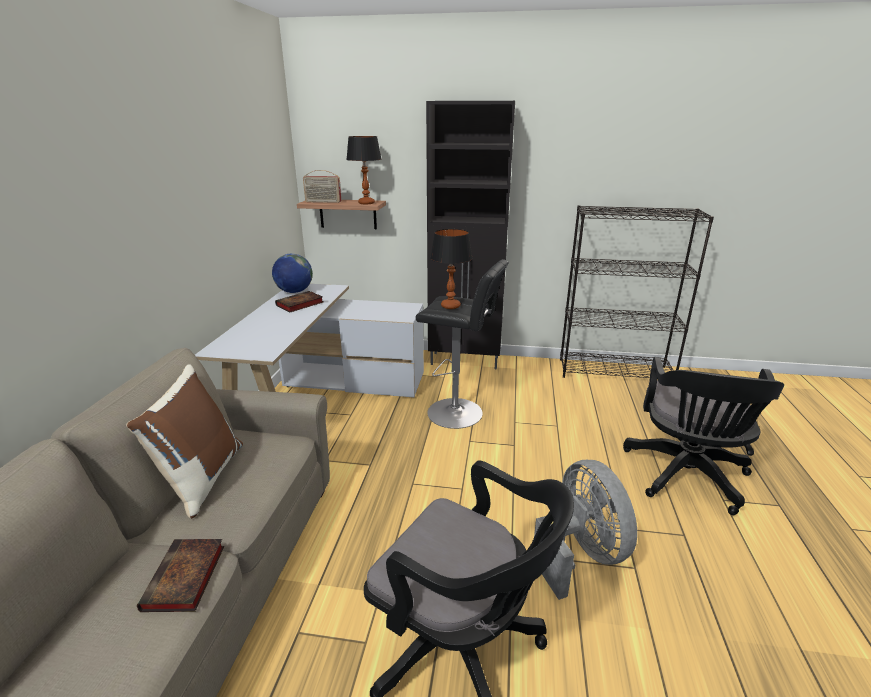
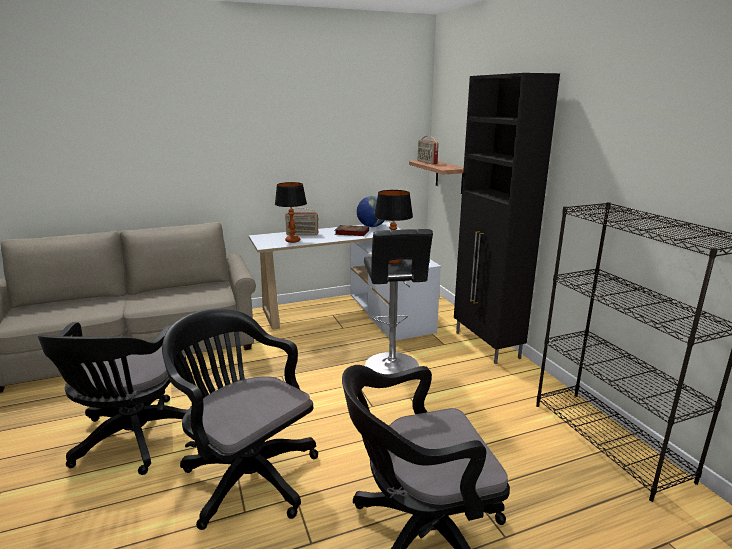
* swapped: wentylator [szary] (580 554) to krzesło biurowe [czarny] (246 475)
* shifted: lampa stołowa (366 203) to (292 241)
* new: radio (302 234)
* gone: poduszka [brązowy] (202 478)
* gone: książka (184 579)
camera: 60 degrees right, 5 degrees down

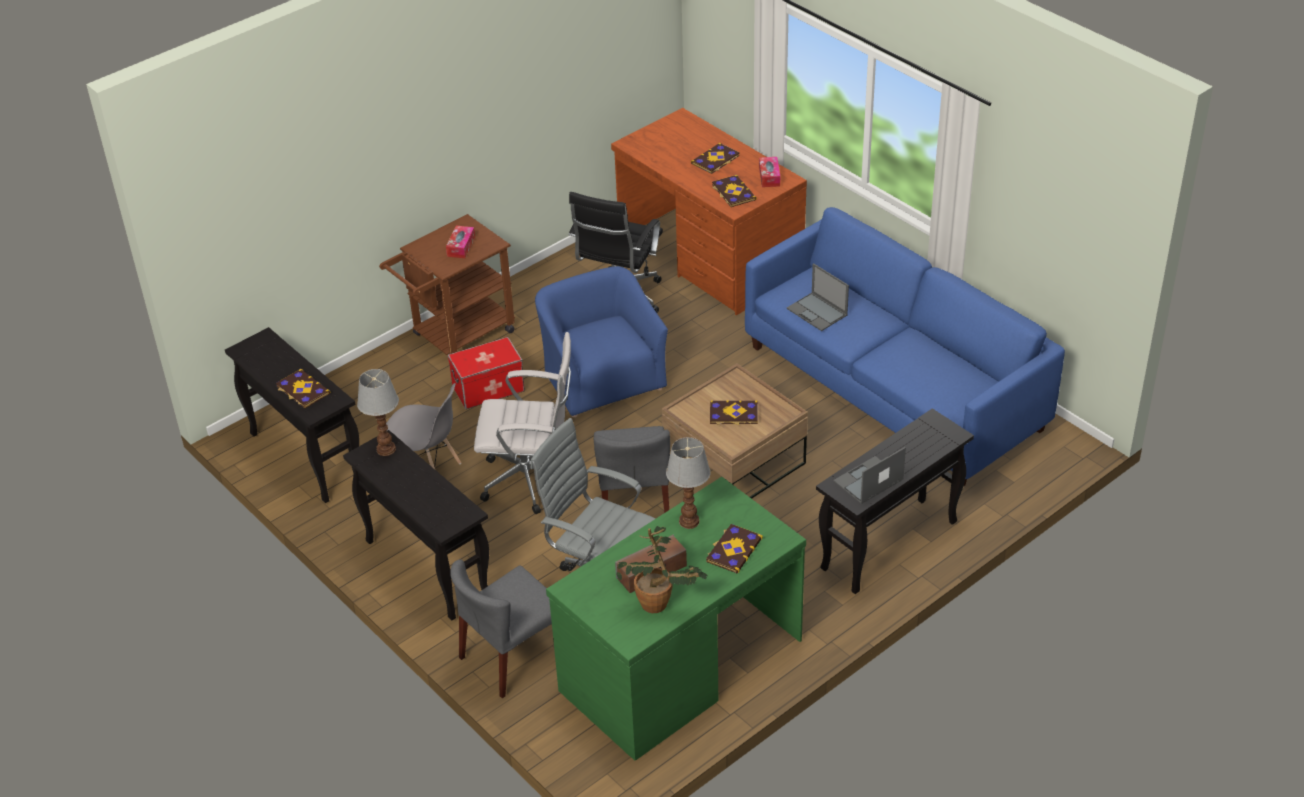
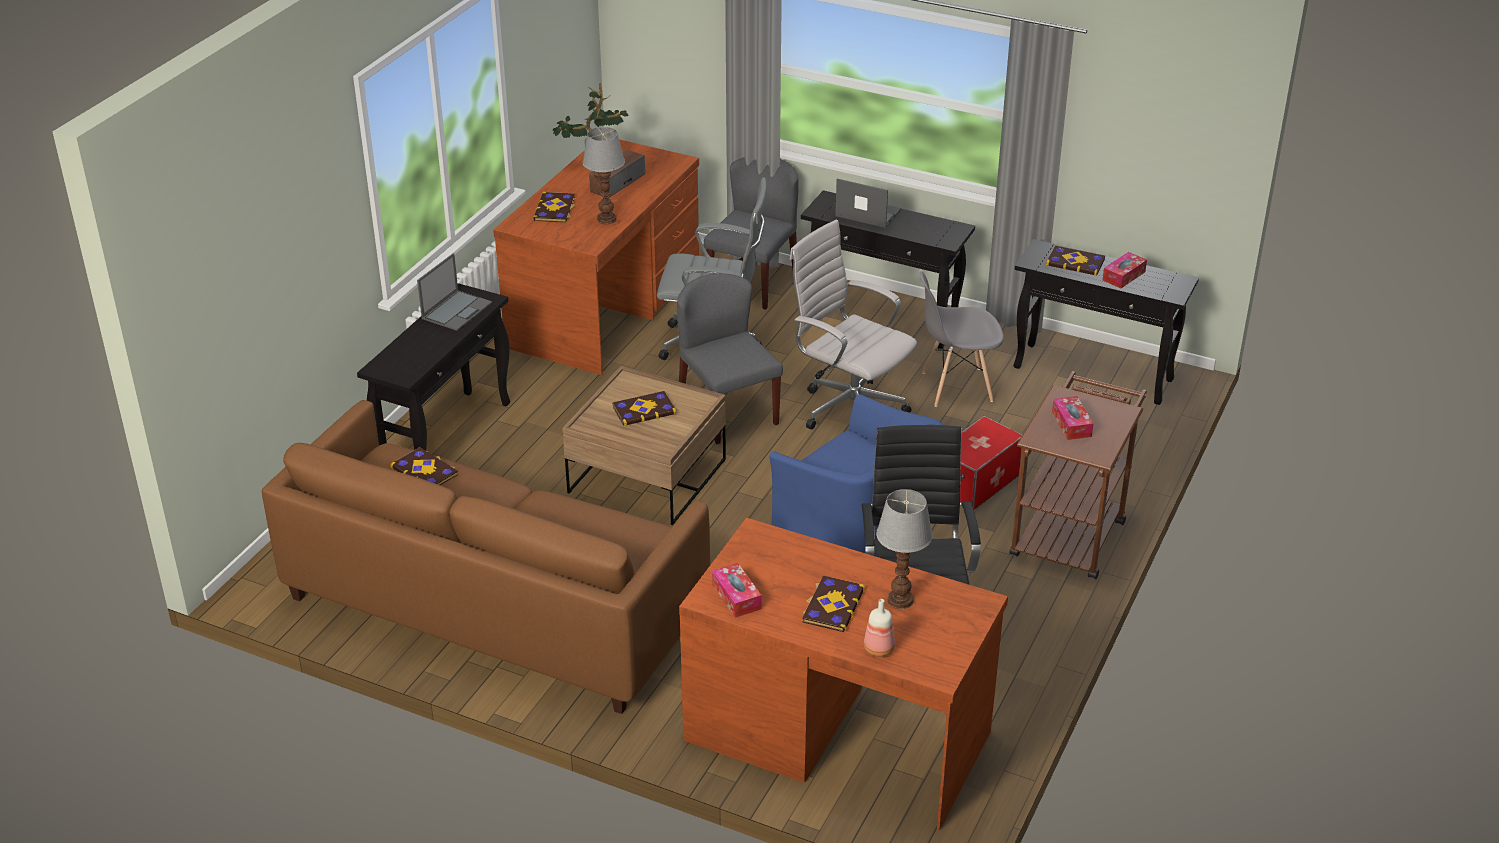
* repainted: kanapa [niebieski] (893 388) to kanapa [brązowy] (495 605)
* shifted: książka (733 192) to (425 471)
* repainted: biurko [zielony] (679 665) to biurko [brązowy] (606 309)
* rotated: krzesło biurowe [biały] (531 481) = (848 408) 60 degrees clockwise
* shifted: laptop (817 312) to (867 213)
* new: butelka (880 649)
* shifted: lampa stołowa (386 449) to (899 599)
* new: pudełko chusteczek (1123 276)
camera: 155 degrees right, 5 degrees down

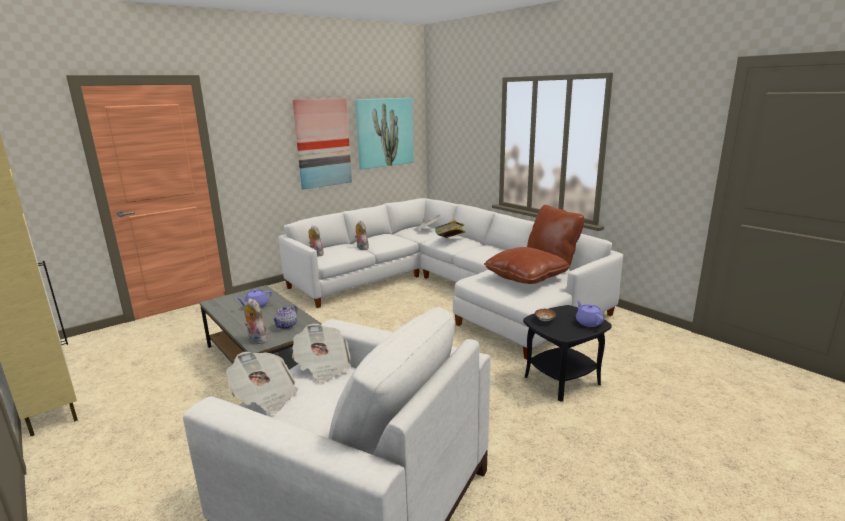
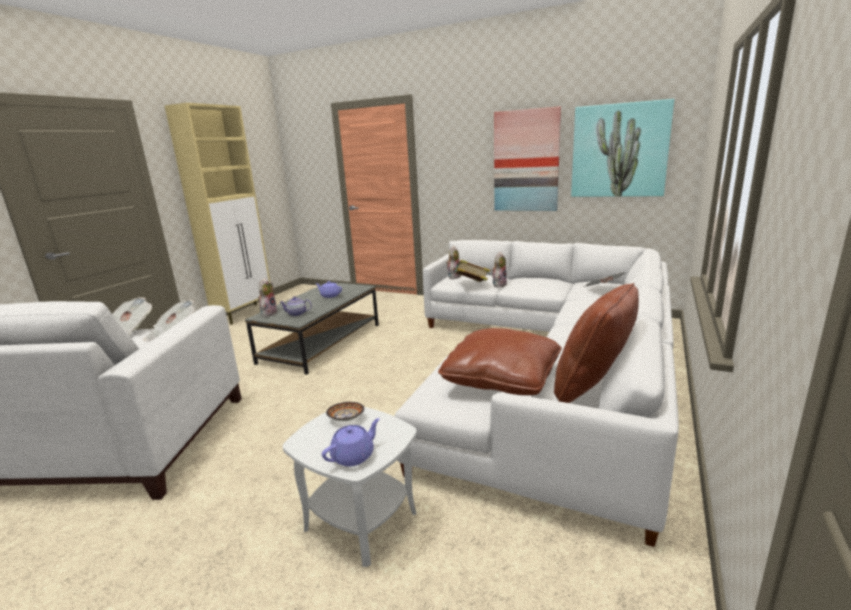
* repainted: stolik [czarny] (561 380) to stolik [biały] (360 521)
* shifted: książka (450 240) to (471 284)
camera: 65 degrees right, 0 degrees up

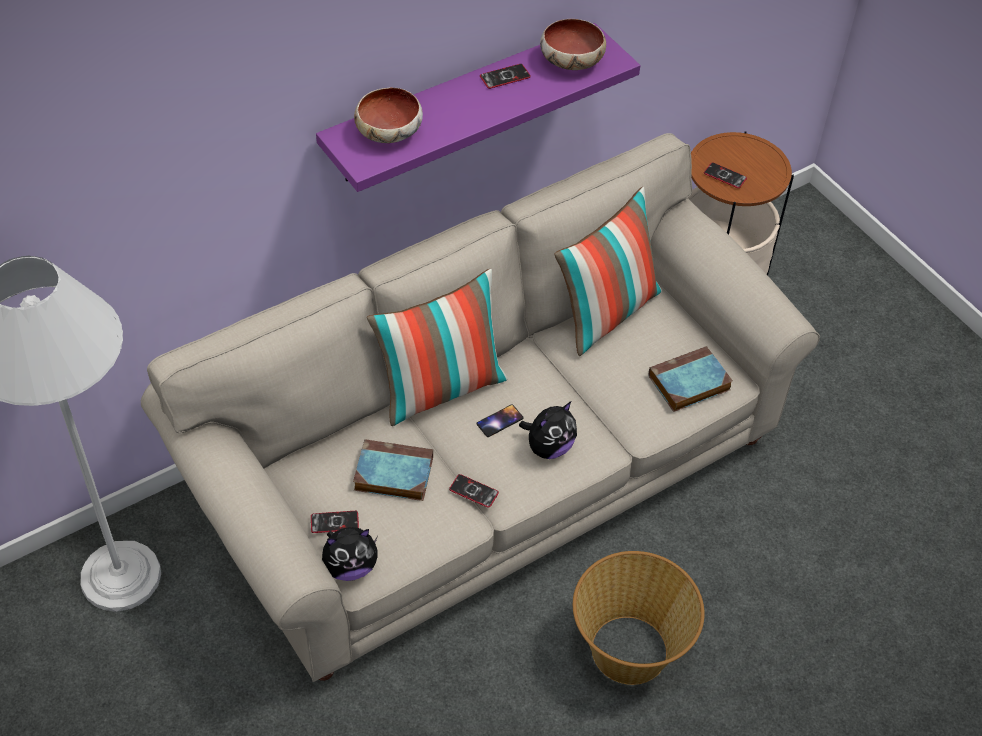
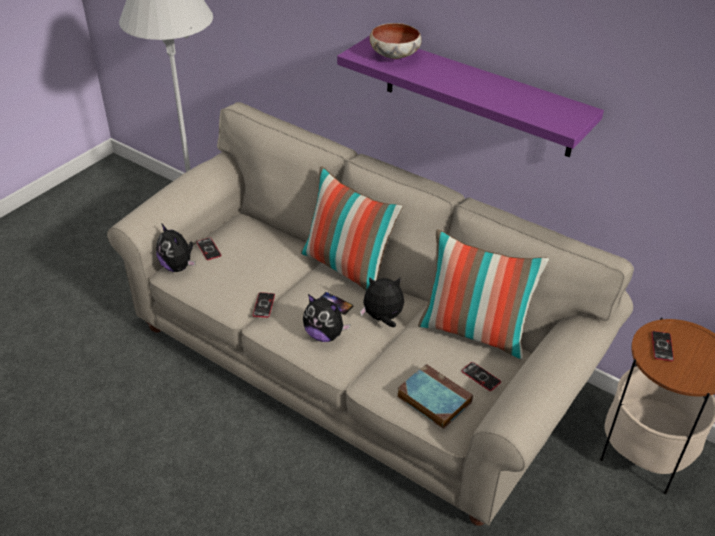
* new: pluszak (383 318)
* shifted: telefon (505 77) to (481 377)
* gone: książka (391 474)
* gone: miska (570 61)
* gone: koszyk (628 651)
camera: 70 degrees right, 10 degrees down

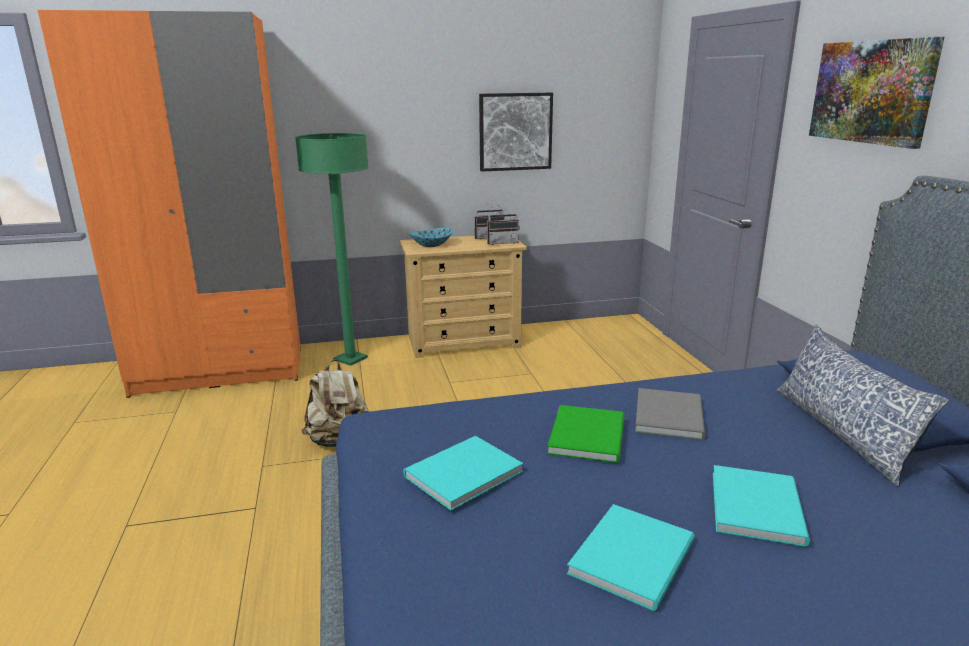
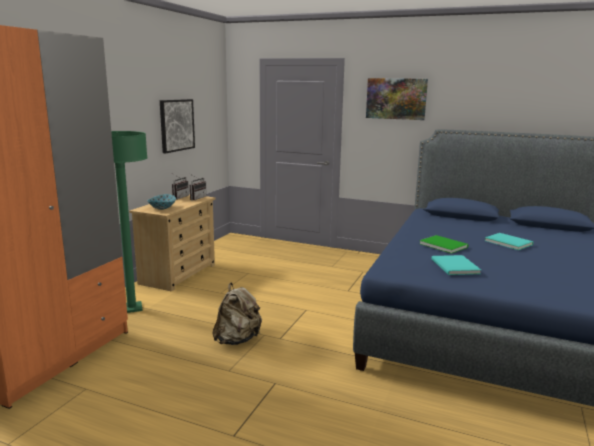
* gone: książka [turkusowy] (636 556)
* gone: książka [szary] (671 415)
* gone: poduszka (841 431)
camera: 55 degrees left, 5 degrees down

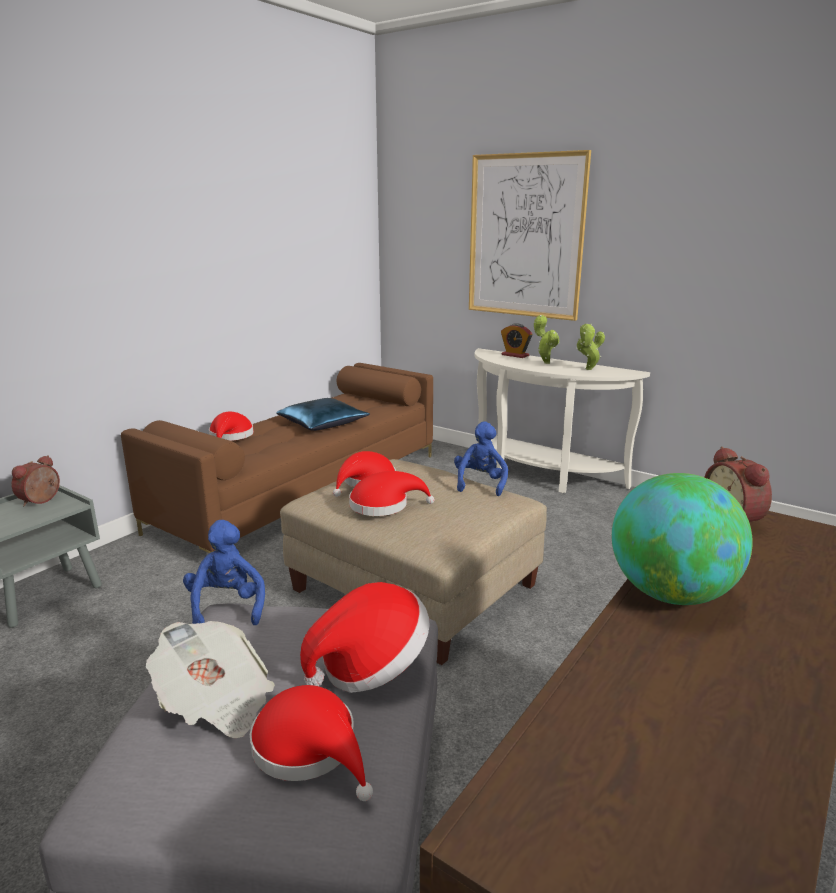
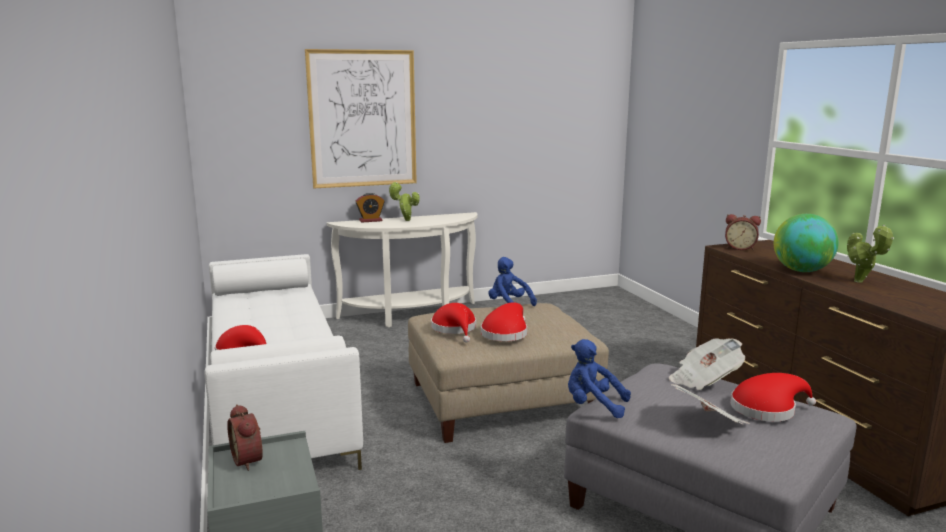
* repainted: kanapa [brązowy] (304 490) to kanapa [biały] (276 395)
* swapped: kapelusz (370 666) to gazeta (704 380)
* shifted: roślina doniczkowa (588 369) to (861 282)
* gone: poduszka [niebieski] (323 423)
camera: 55 degrees left, 5 degrees down

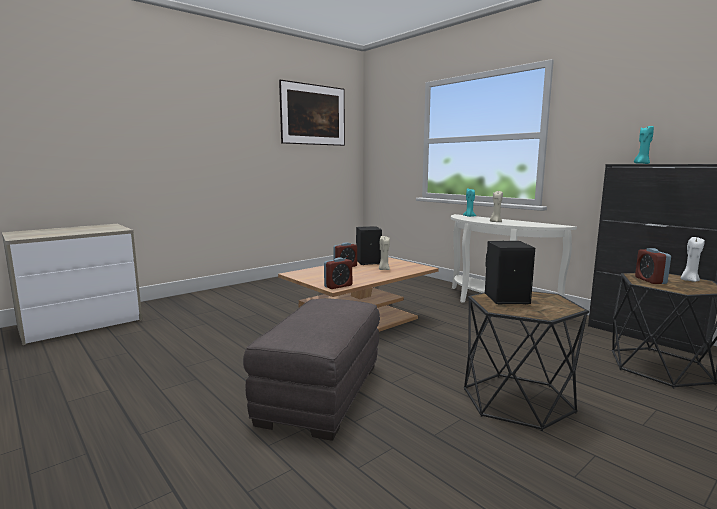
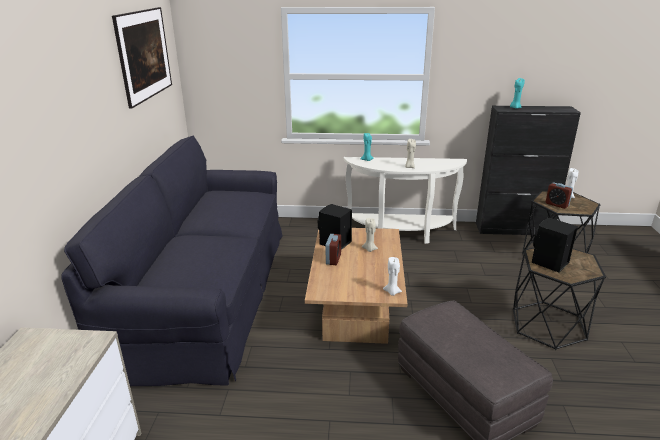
* new: kanapa [czarny] (207 292)
* swapped: budzik (338 286) to świeca [biały] (392 292)
camera: 45 degrees left, 15 degrees up

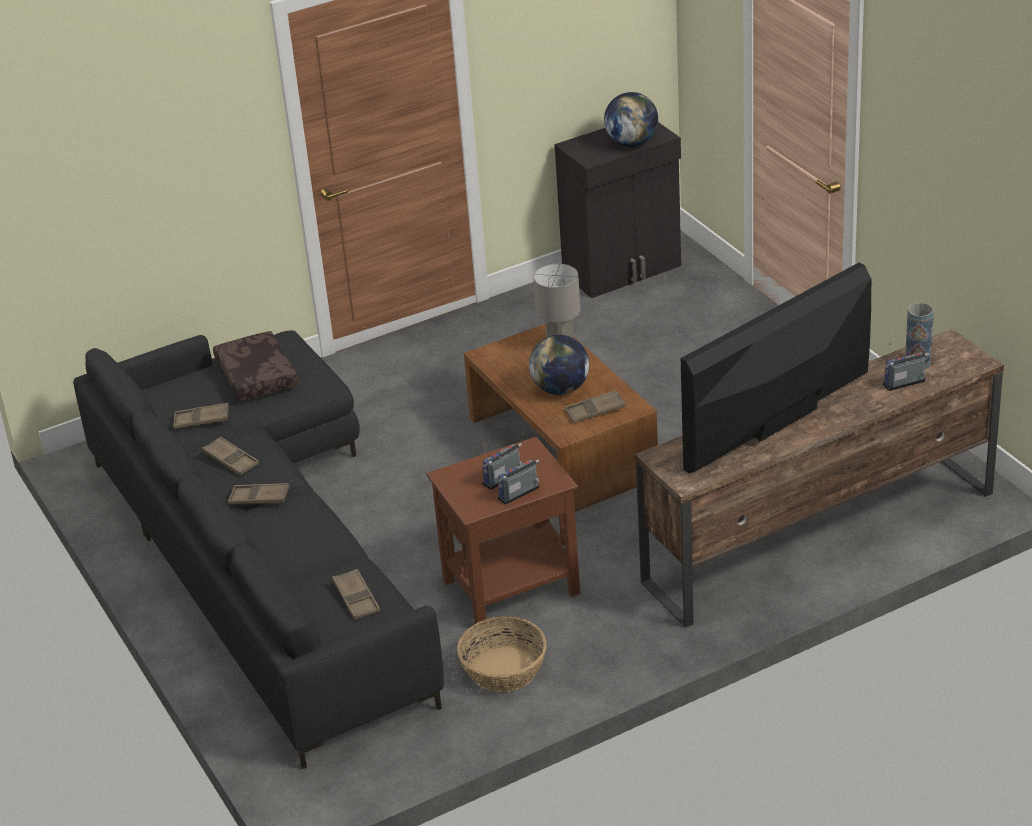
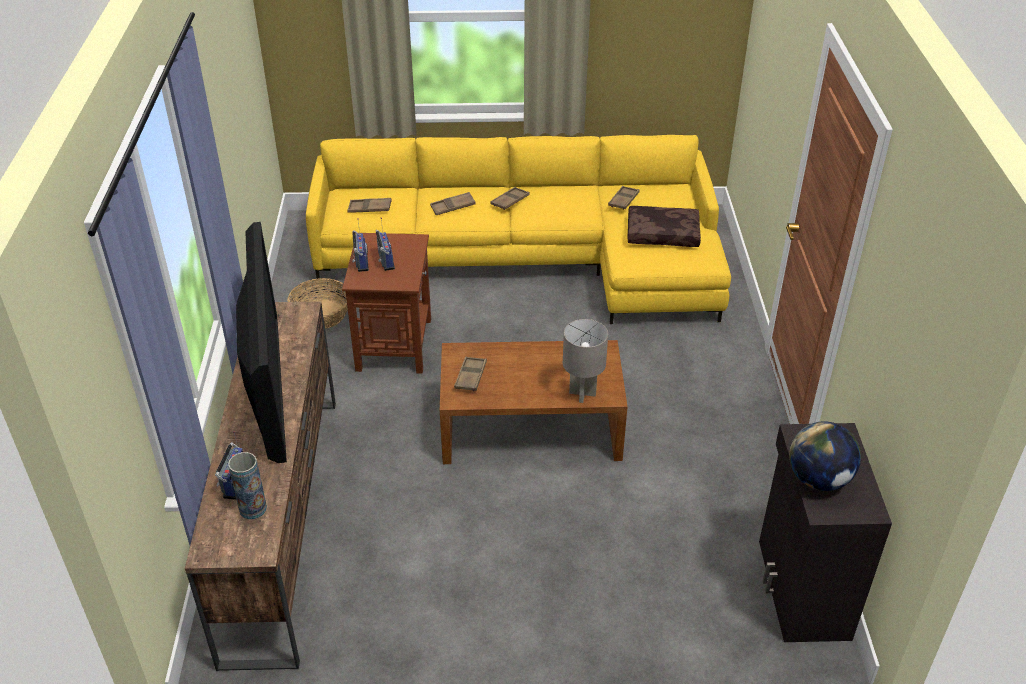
* repainted: kanapa [czarny] (263 552) to kanapa [żółty] (534 258)
* shifted: taca [brązowy] (231 460) to (453 207)
* gone: globus (561 389)
camera: 115 degrees right, 5 degrees up

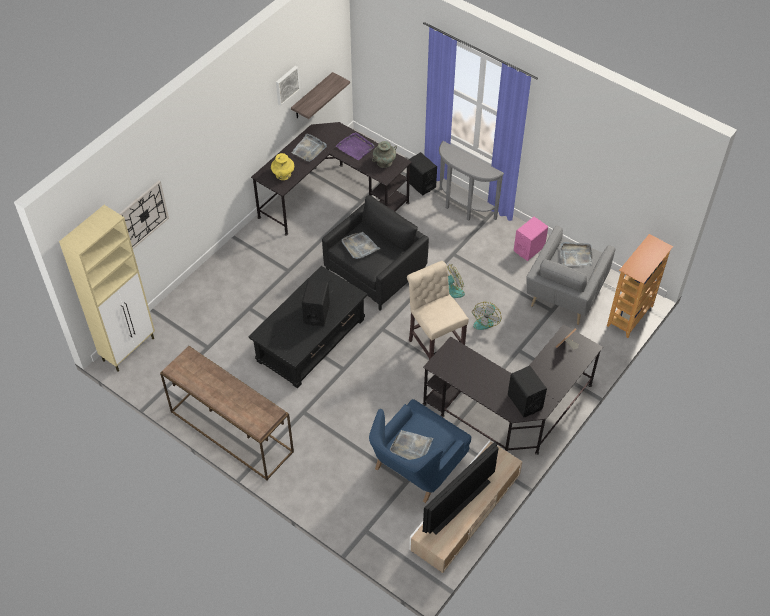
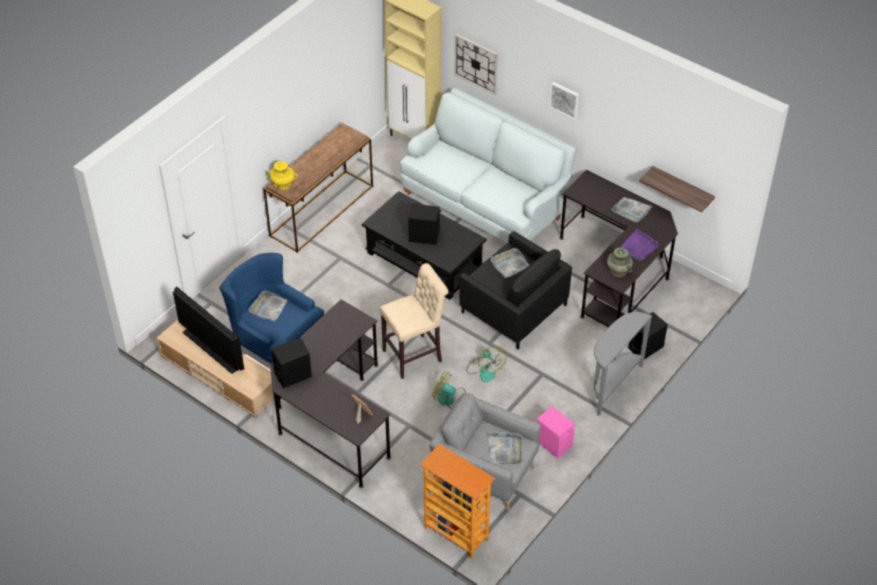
* shifted: wazon [żółty] (283 174) to (283 184)
* new: kanapa [biały] (485 203)
* shifted: obraz (286 84) to (565 99)
camera: 90 degrees right, 5 degrees down

